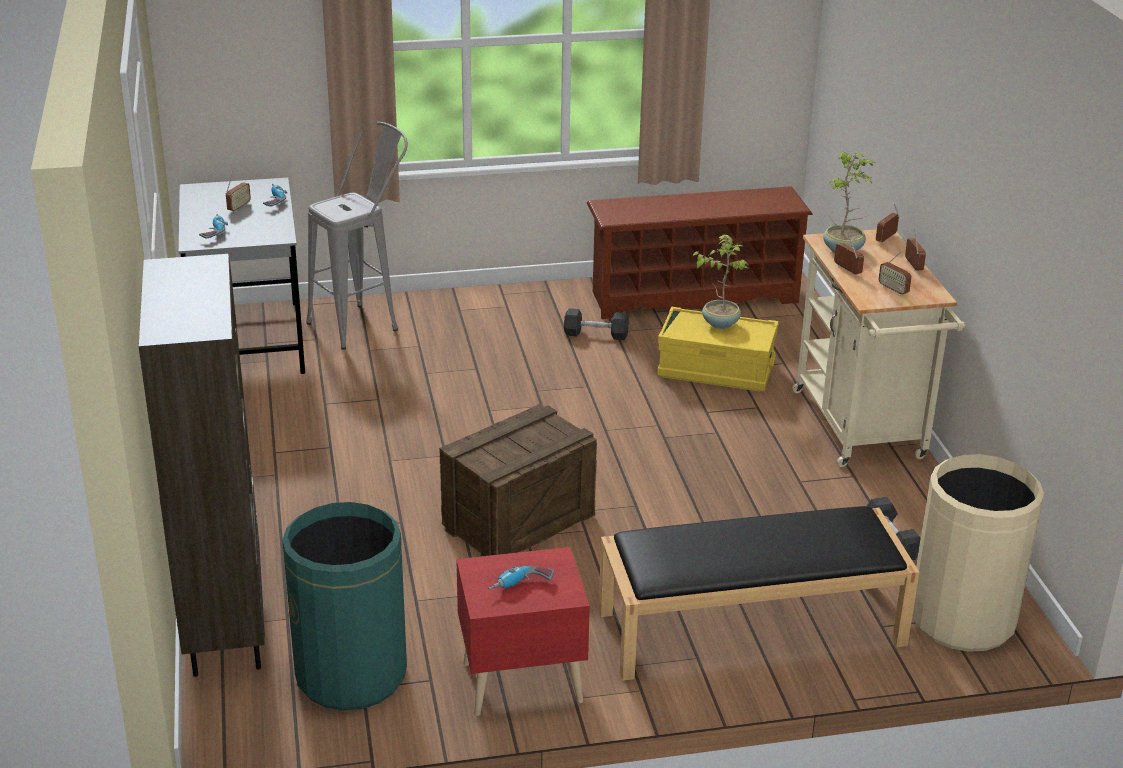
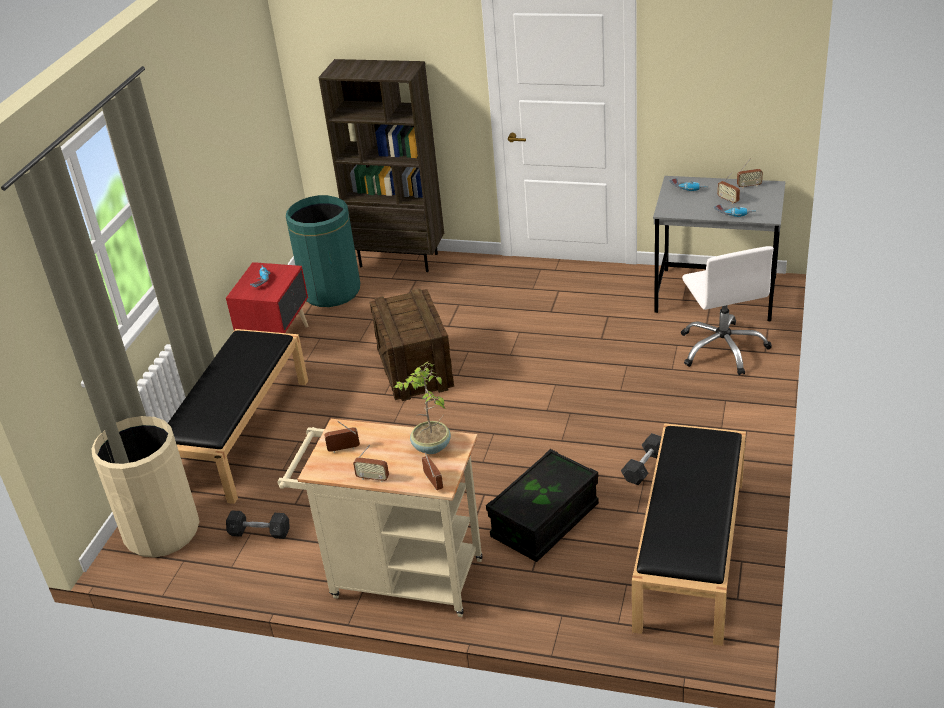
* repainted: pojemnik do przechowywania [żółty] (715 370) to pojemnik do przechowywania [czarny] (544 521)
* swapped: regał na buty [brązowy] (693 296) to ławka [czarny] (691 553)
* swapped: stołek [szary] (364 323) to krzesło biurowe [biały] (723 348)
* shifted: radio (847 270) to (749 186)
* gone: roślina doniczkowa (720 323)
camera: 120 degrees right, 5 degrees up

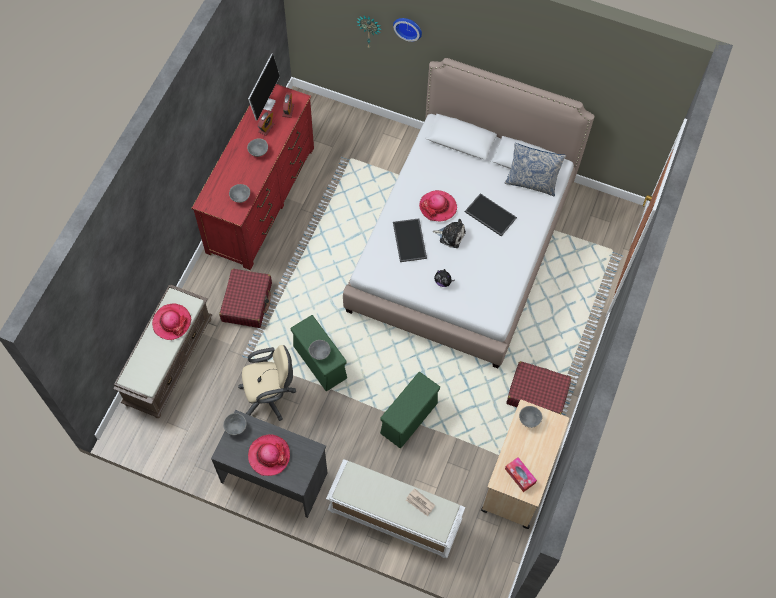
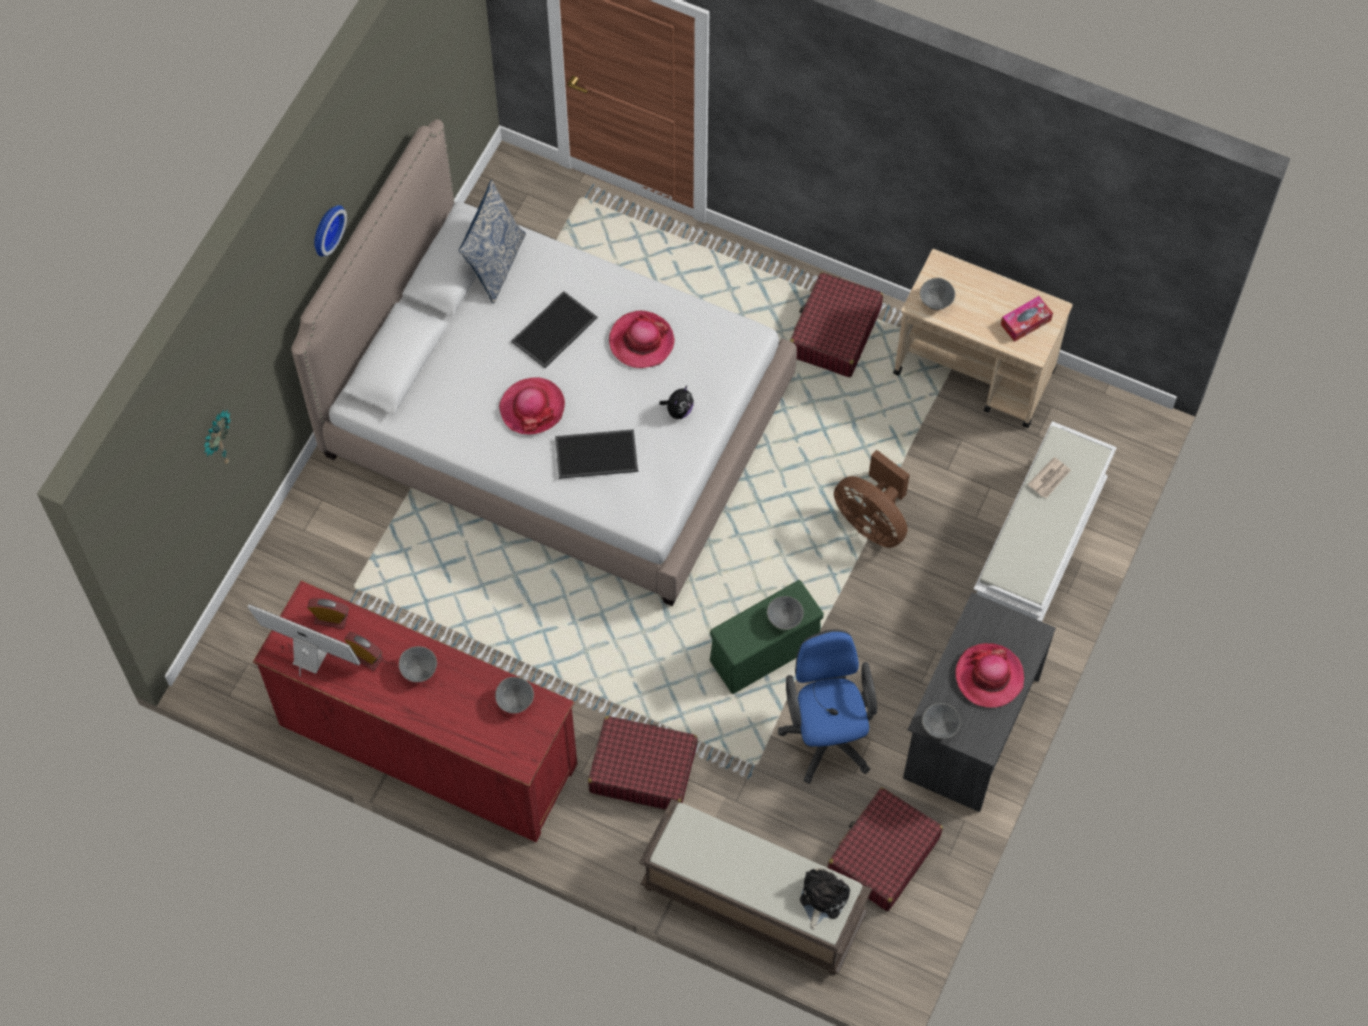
* shifted: zegar ścienny (408 27) to (325 228)
* shifted: kapelusz (171 322) to (641 341)
* repainted: krzesło biurowe [beżowy] (270 397) to krzesło biurowe [niebieski] (827 733)
* shifted: pluszak (450 235) to (822 898)
* new: walizka [czerwony] (882 855)
* swapped: pojemnik do przechowywania [zielony] (408 419) to wentylator [brązowy] (872 521)
camera: 85 degrees left, 0 degrees up

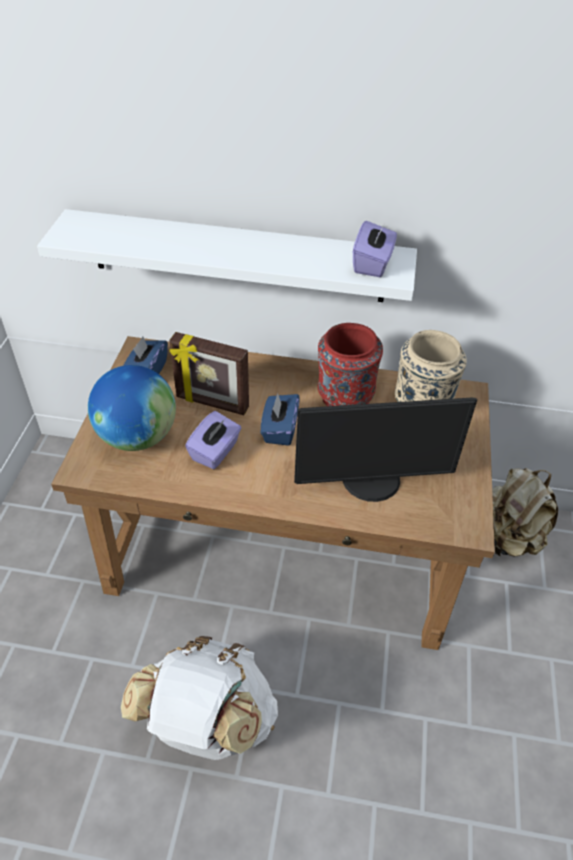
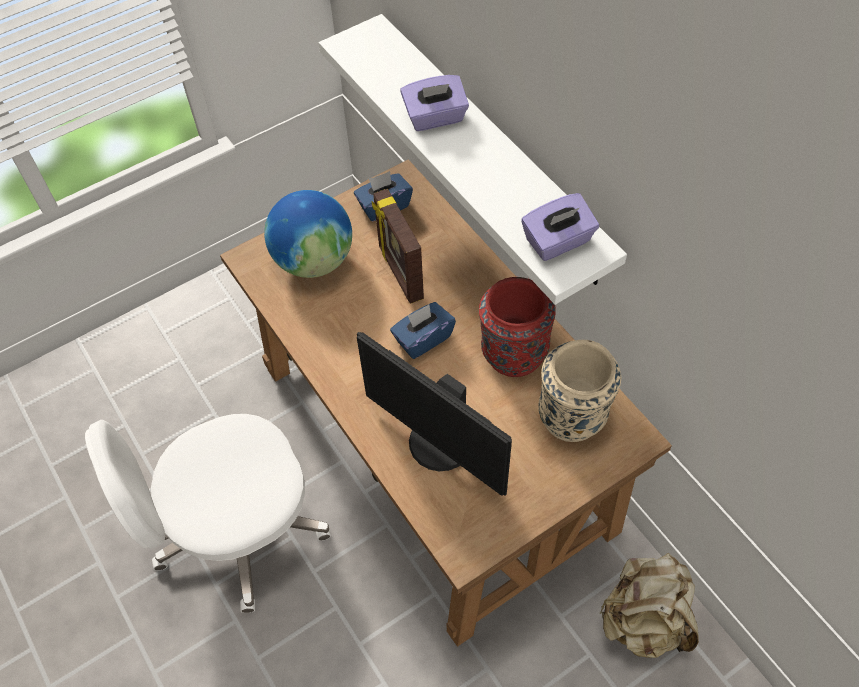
* swapped: plecak [biały] (208 722) to krzesło biurowe [biały] (237 529)
* shifted: pudełko chusteczek [fioletowy] (215 452) to (435 118)
camera: 50 degrees right, 10 degrees up

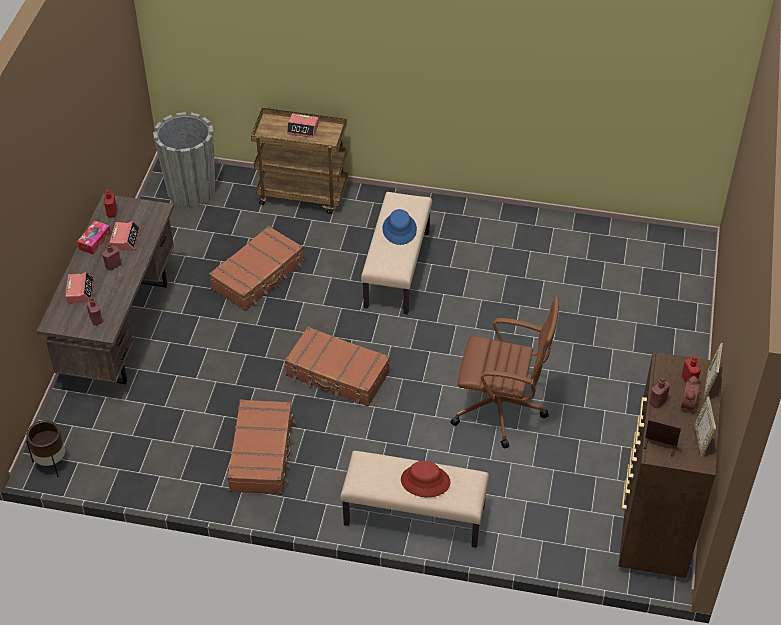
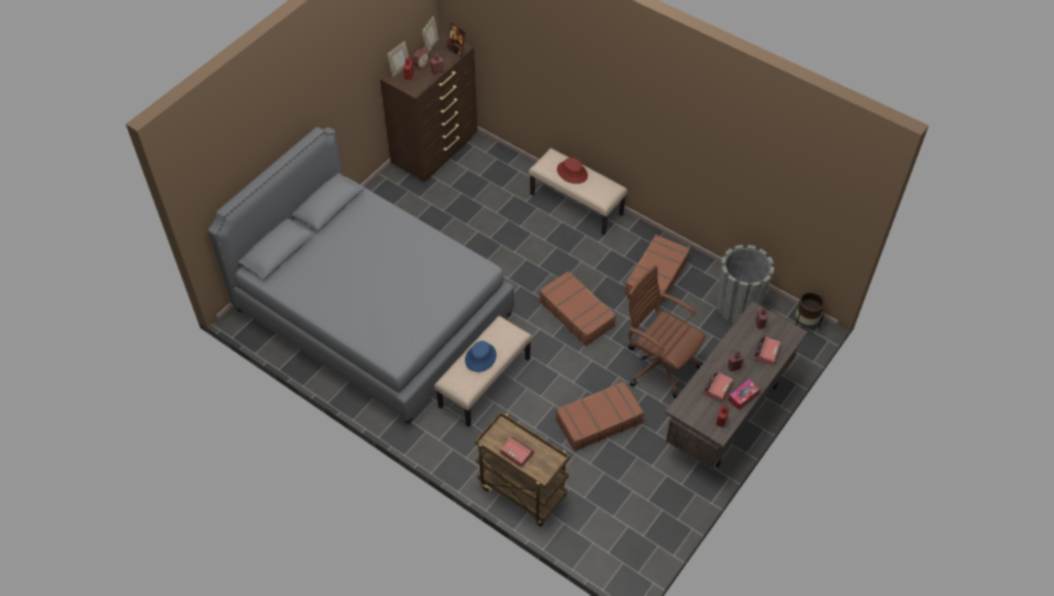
* new: łóżko [szary] (373 312)
* shifted: krzesło biurowe [brązowy] (501 409) to (659 365)
* shifted: donica [szary] (191 190) to (738 307)
camera: 155 degrees left, 5 degrees up

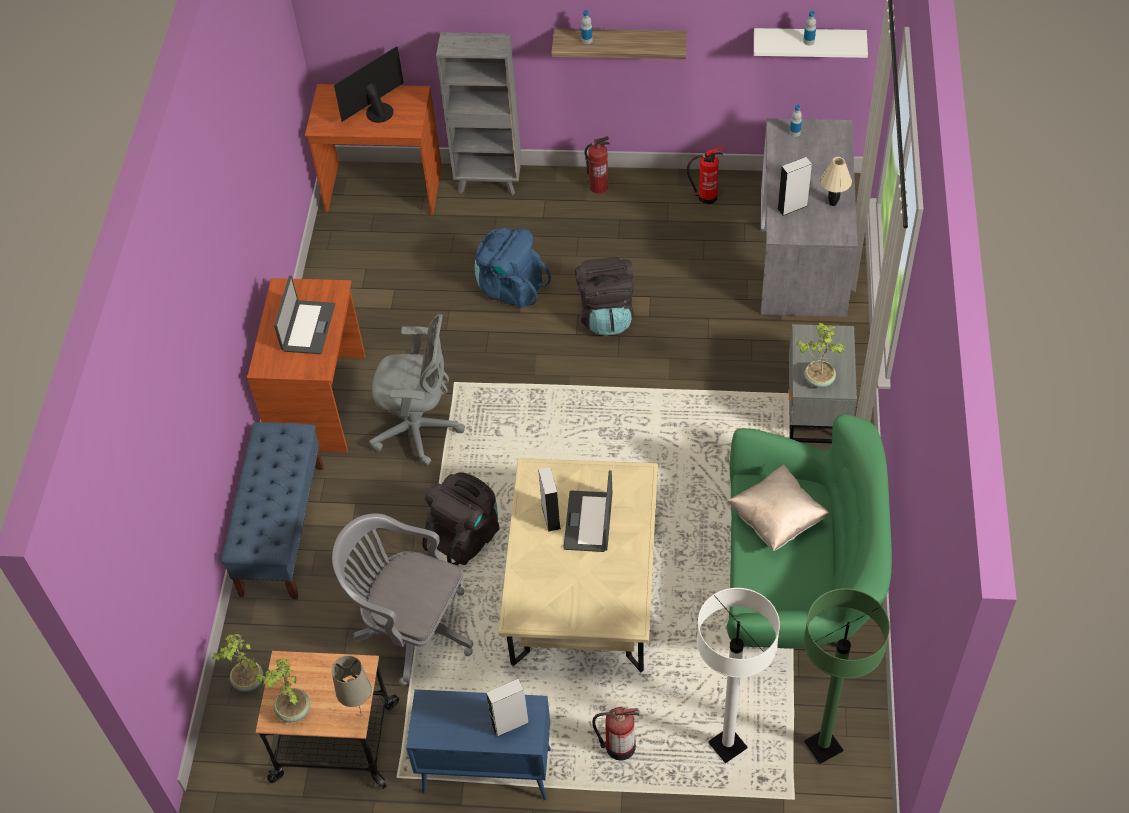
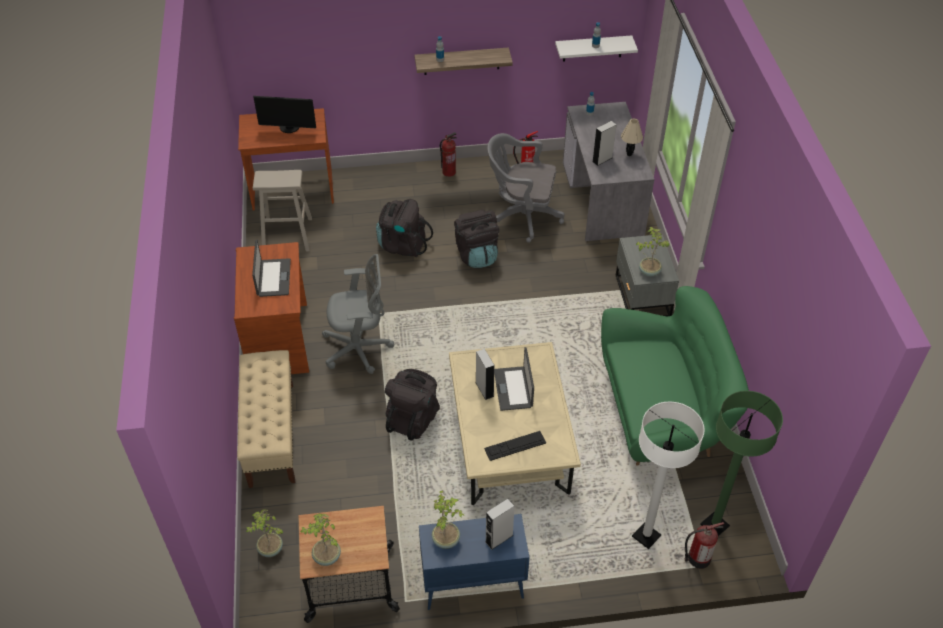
* repainted: ławka [niebieski] (282 529) to ławka [beżowy] (271 434)
* rotated: monitor (377 111) = (289 128) 120 degrees counterclockwise
* new: stołek [beżowy] (287 235)
* repainted: plecak [niebieski] (510 288) to plecak [czarny] (402 245)
* new: roślina doniczkowa (446 539)
* new: klawiatura (515 445)
* shifted: krzesło biurowe [szary] (410 628) to (521 216)
* shifted: gaśnica (618 746) to (697 558)
* gone: lampa stołowa [beżowy] (363 719)
* gone: regał [szary] (489 182)
* gone: poduszka [beżowy] (777 519)
camera: 15 degrees left, 5 degrees down

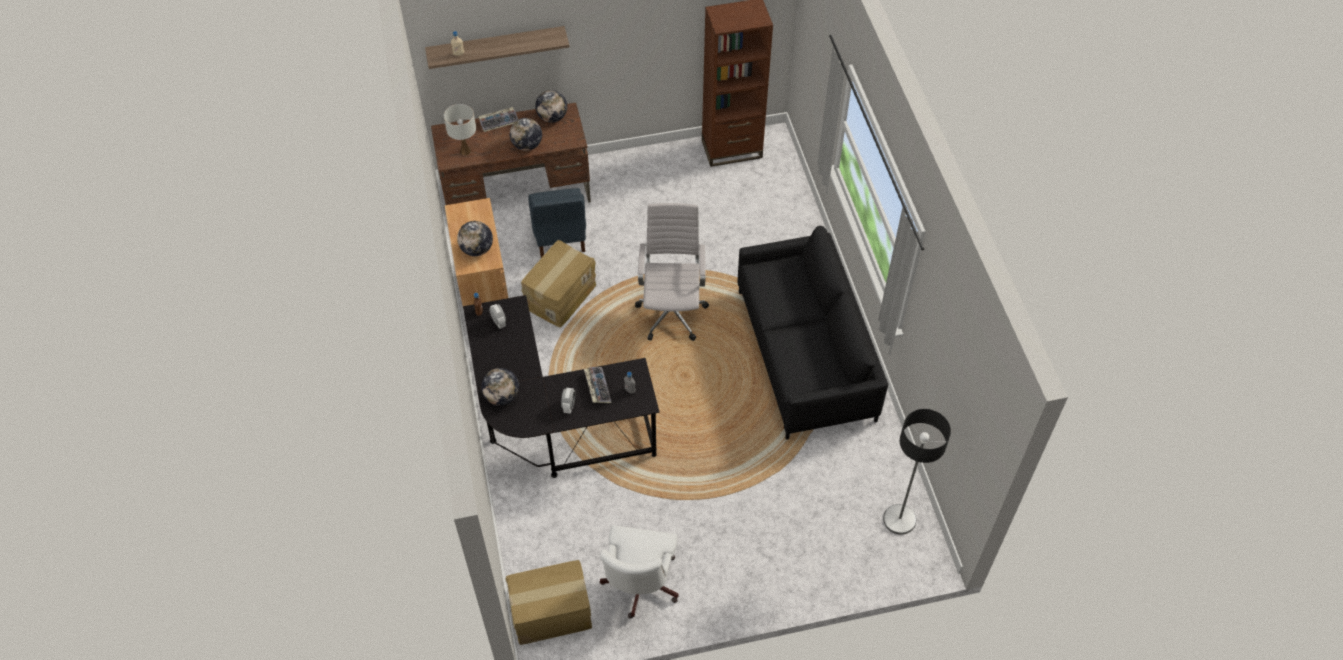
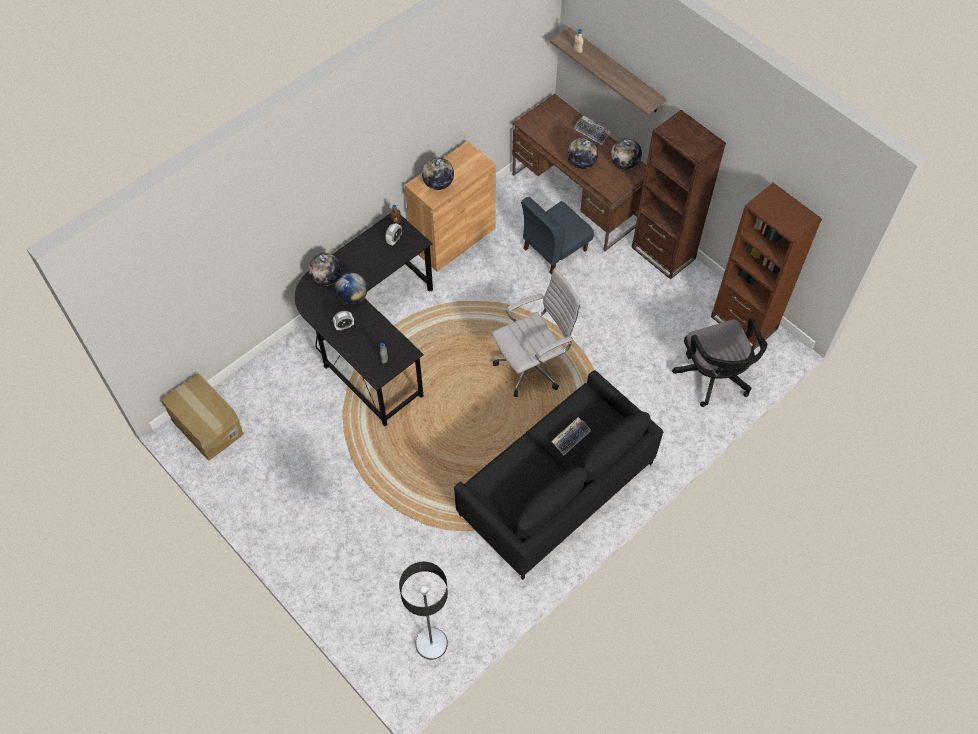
* new: globus (352 298)
* shifted: klawiatura (597 387) to (571 437)
* new: regał [brązowy] (663 253)
* new: krzesło biurowe [czarny] (715 378)
* gone: lampa stołowa [biały] (465 151)
* gone: karton (560 296)
* gone: krzesło biurowe [biały] (639 586)
camera: 60 degrees right, 5 degrees up

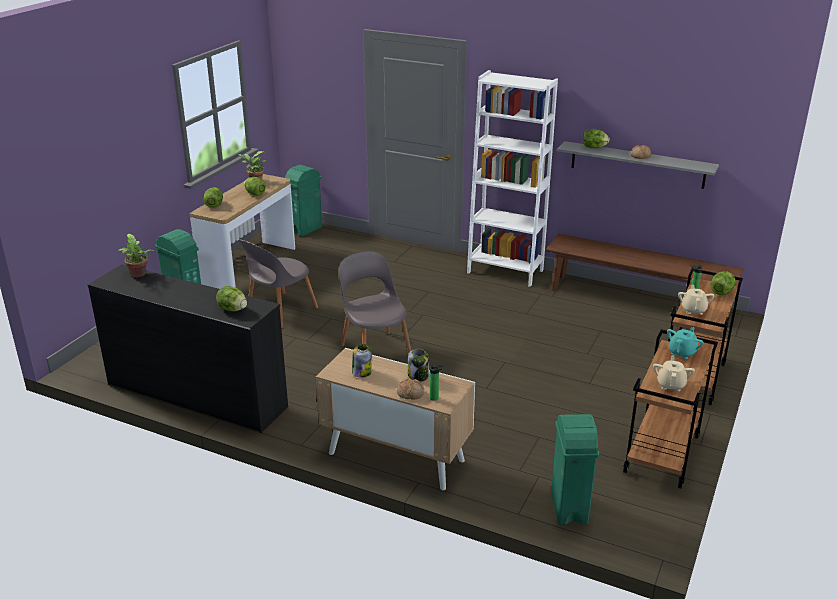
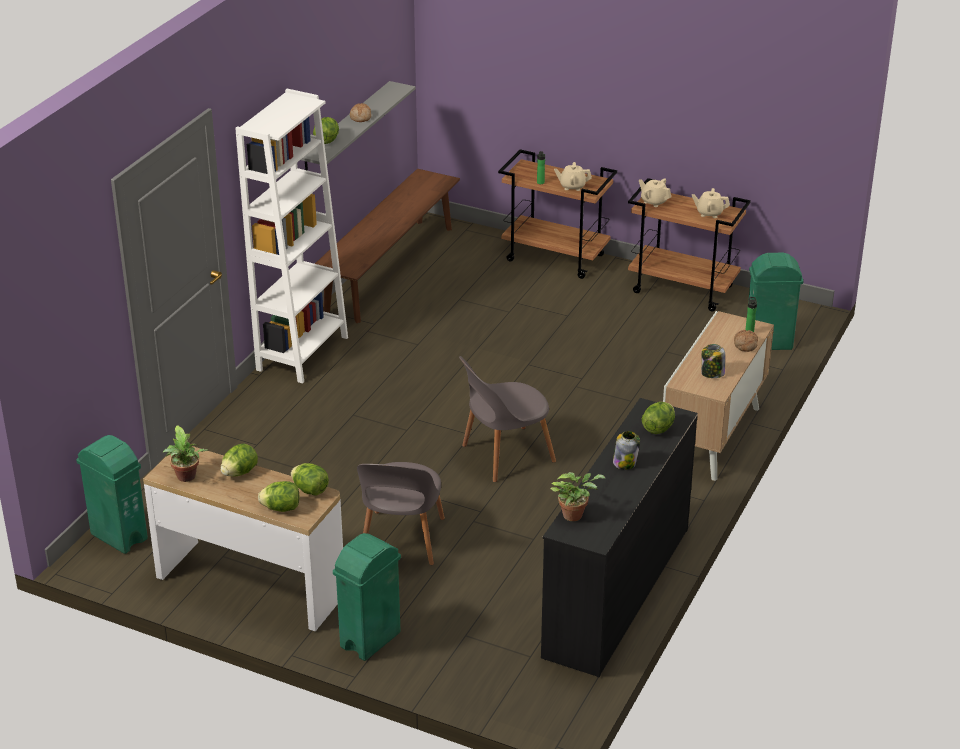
* shifted: sałata (721 292) to (310 490)
* rotated: krzesło [szary] (280 311) = (401 541) 60 degrees clockwise
* shifted: słoik (418 376) to (625 462)
* repainted: imbryk [turkusowy] (682 352) to imbryk [beżowy] (654 201)
camera: 90 degrees left, 5 degrees up

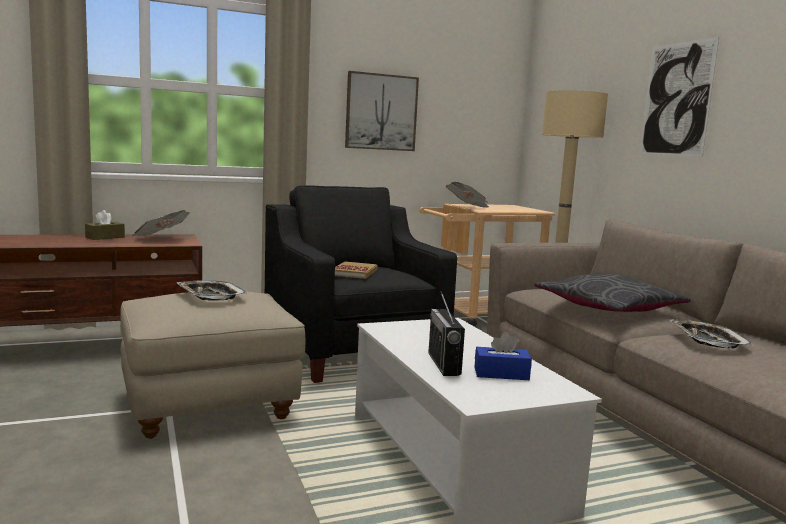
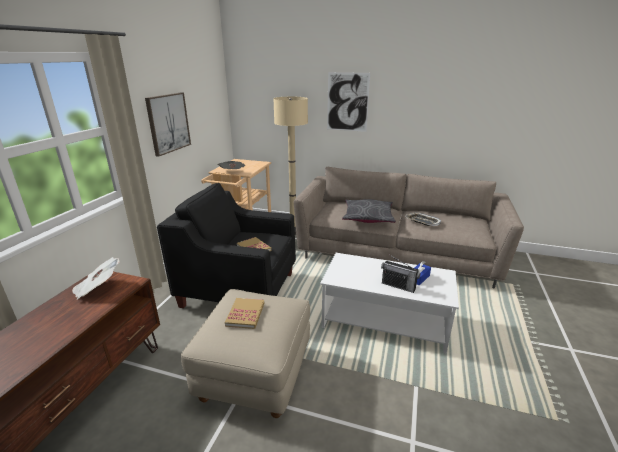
* swapped: taca (210 295) to książka (245 314)
* gone: pudełko chusteczek [brązowy] (105 237)
camera: 50 degrees left, 15 degrees up

